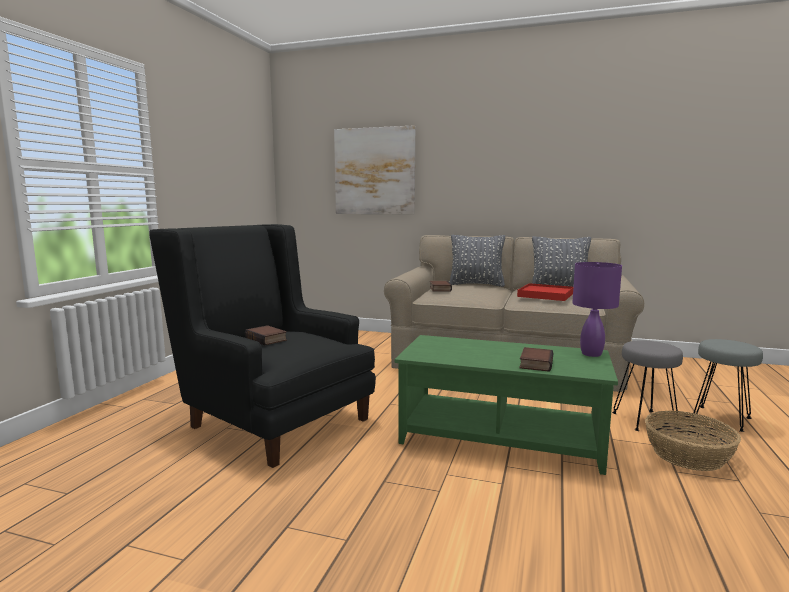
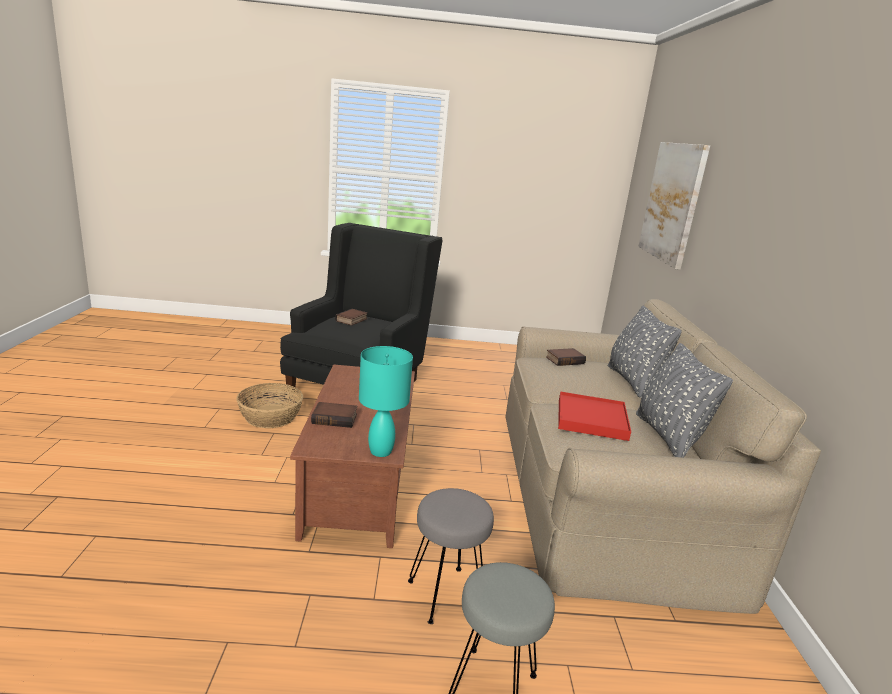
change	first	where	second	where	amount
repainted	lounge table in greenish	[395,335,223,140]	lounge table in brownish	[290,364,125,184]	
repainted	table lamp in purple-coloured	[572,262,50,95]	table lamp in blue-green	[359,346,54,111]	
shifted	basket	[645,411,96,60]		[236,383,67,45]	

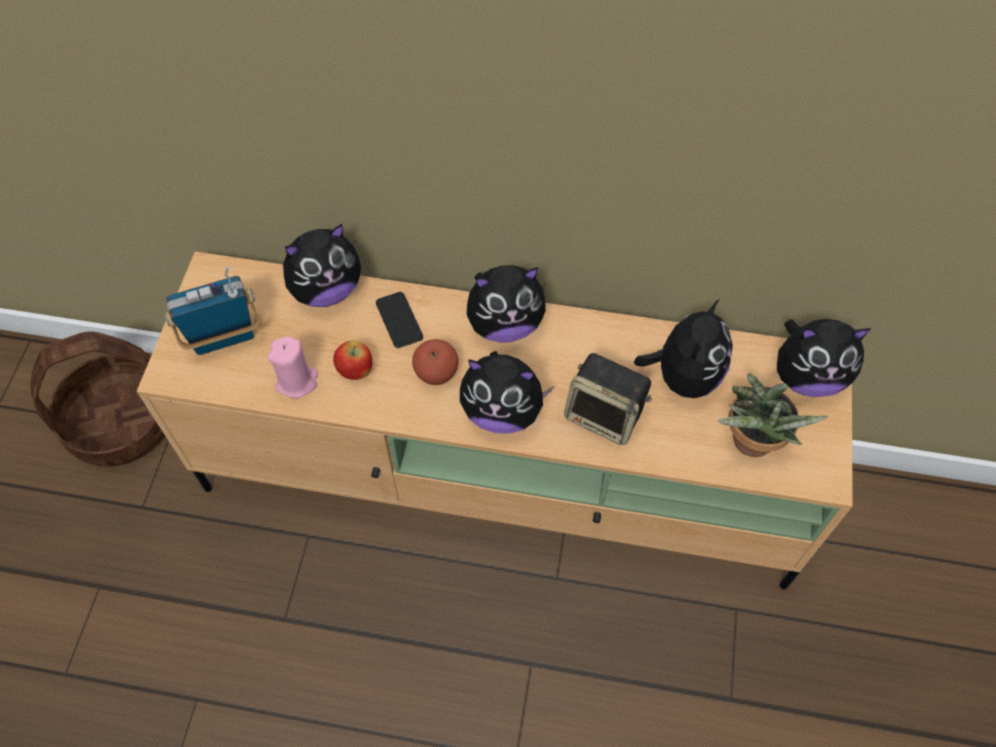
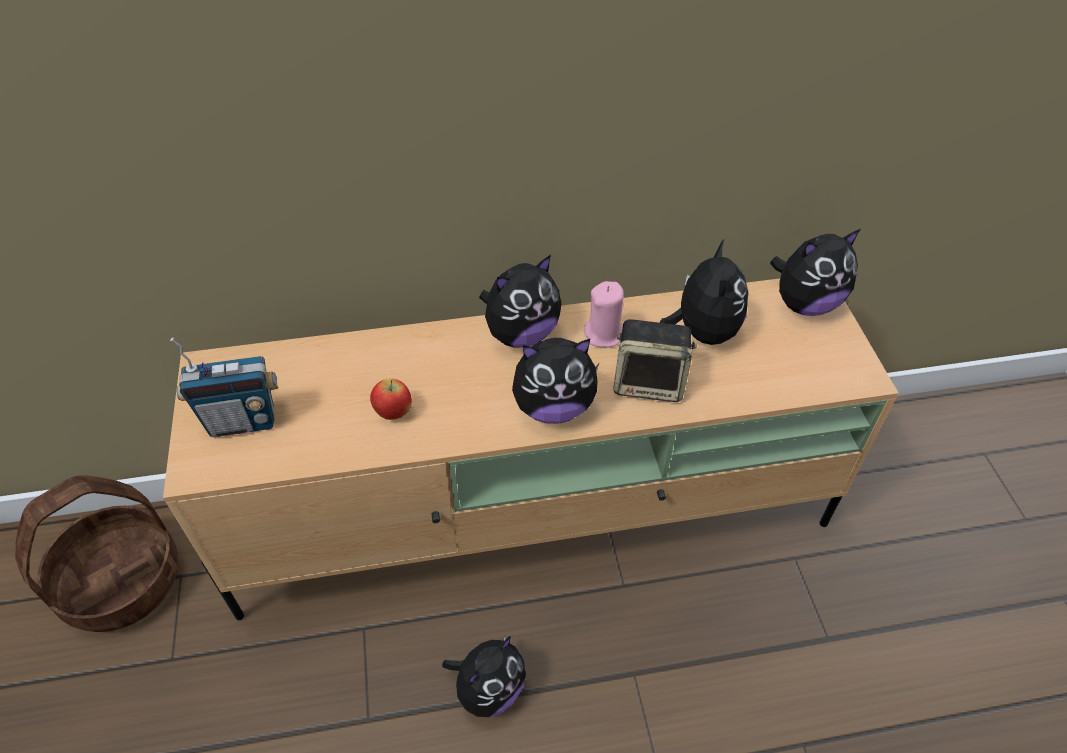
change	first	where	second	where	amount
rotated	radio	[164,266,95,89]		[170,338,108,99]	150 degrees counterclockwise
shifted	wax light in pink-coloured	[268,336,50,62]		[584,281,40,66]	
shifted	soft toy	[283,224,78,83]		[442,636,84,81]	
gone	telephone	[376,292,47,56]			
gone	apple	[412,339,46,46]			
gone	houseplant	[717,373,111,84]			

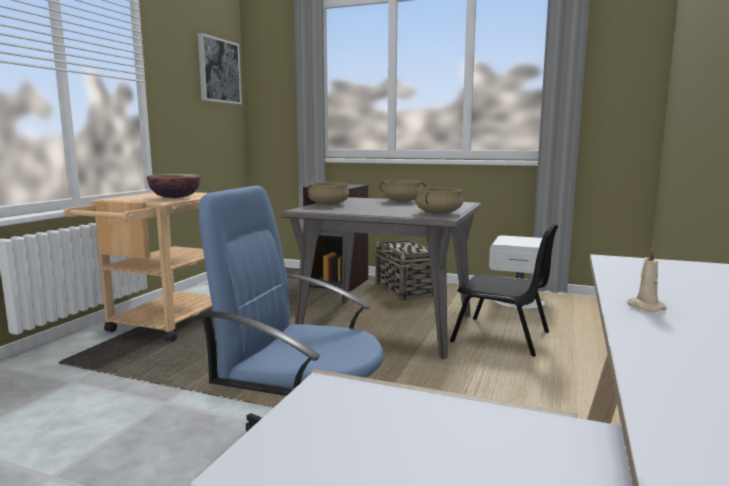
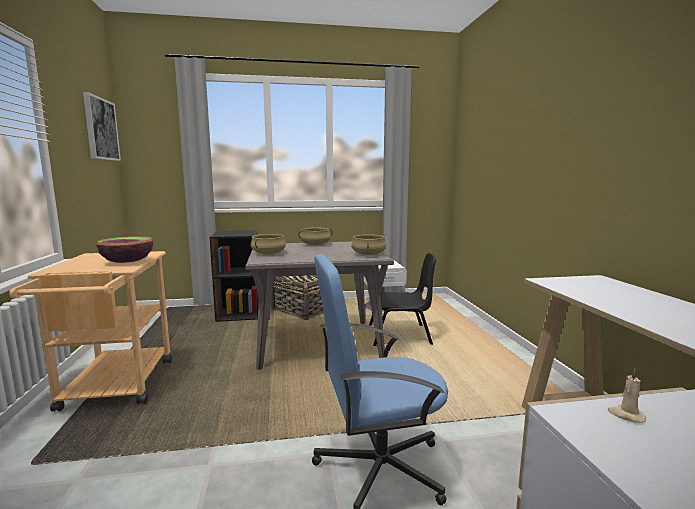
change	first	where	second	where	amount
shifted	wax light in sand-coloured	[627,246,40,66]		[607,368,39,55]	

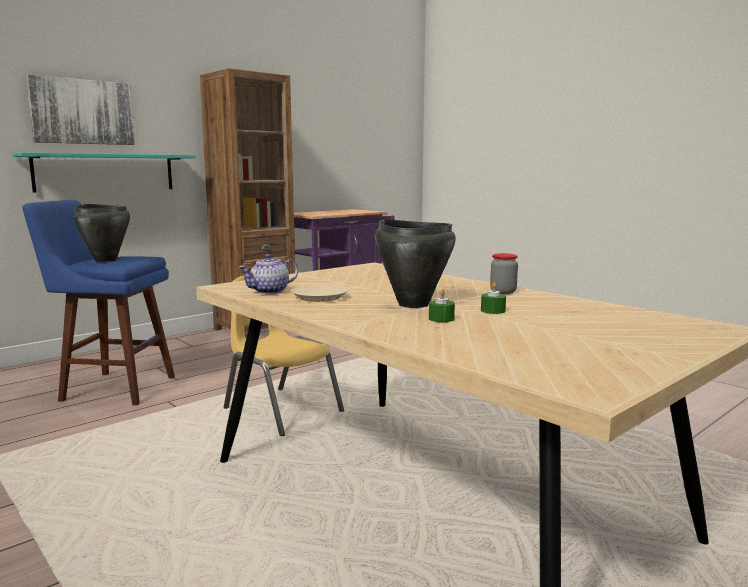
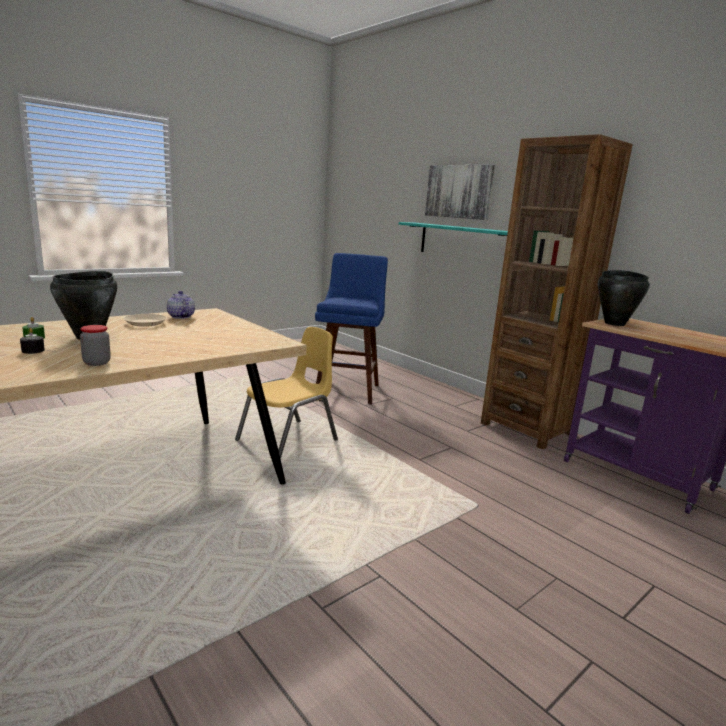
change	first	where	second	where	amount
shifted	stockpot in black	[73,204,57,58]		[598,270,52,56]	
repainted	wax light in greenish	[481,282,25,32]	wax light in black	[20,328,25,26]	

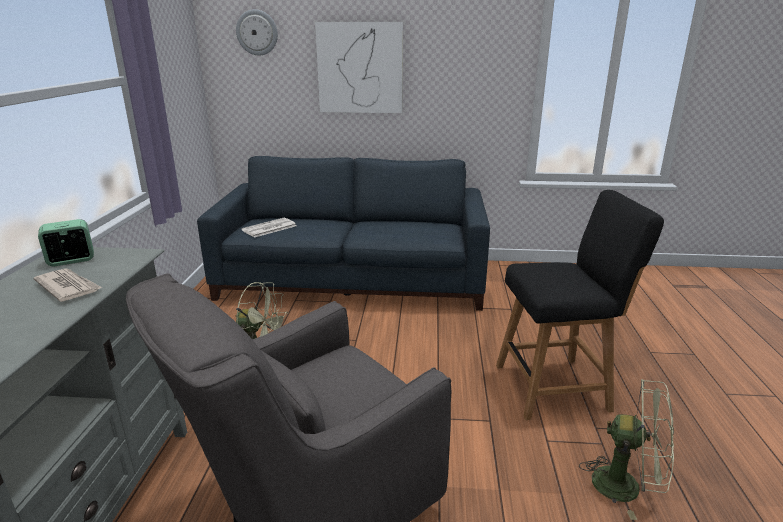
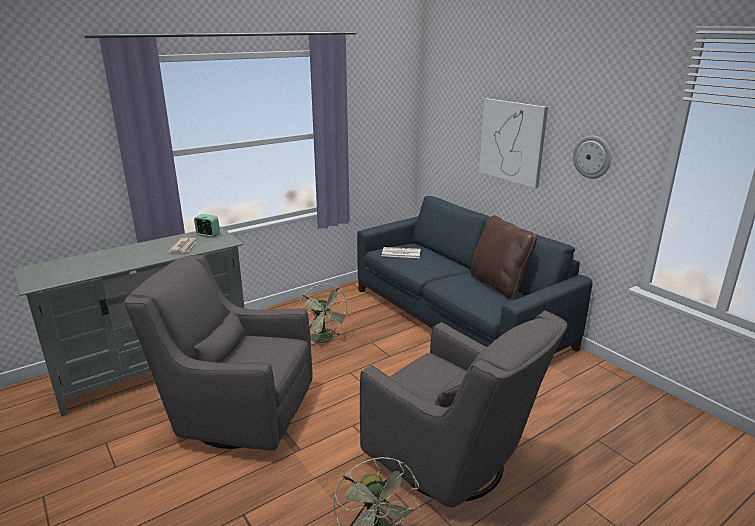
change	first	where	second	where	amount
shifted	wall clock	[236,9,42,47]		[573,135,38,44]	
swapped	stool in black	[496,190,168,230]	armchair in grey	[360,311,207,197]	
new			pillow in brownish	[471,215,66,84]	

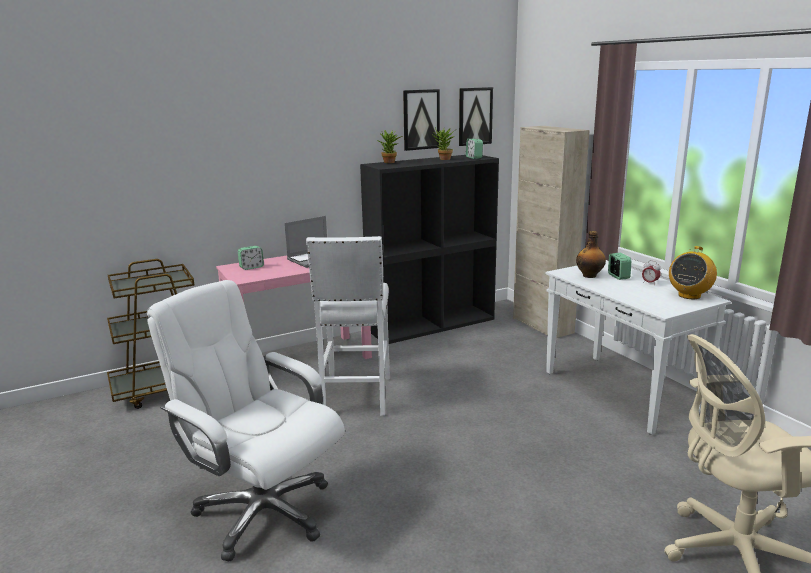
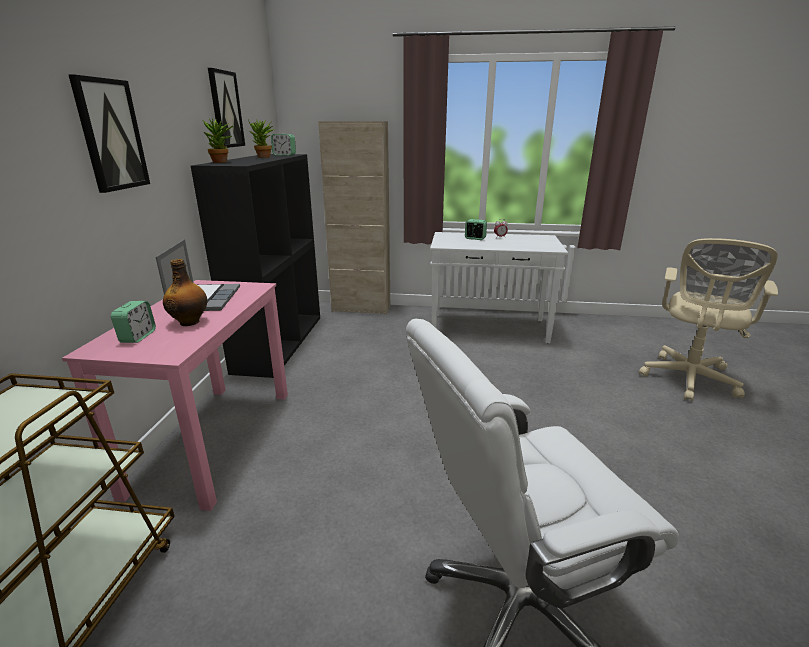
change	first	where	second	where	amount
gone	stool in whitish	[306,236,84,179]			
shifted	wall art	[459,87,34,59]		[69,75,81,118]	
shifted	beverage bottle	[576,231,30,47]		[163,259,44,67]	
gone	radio	[669,246,48,53]			

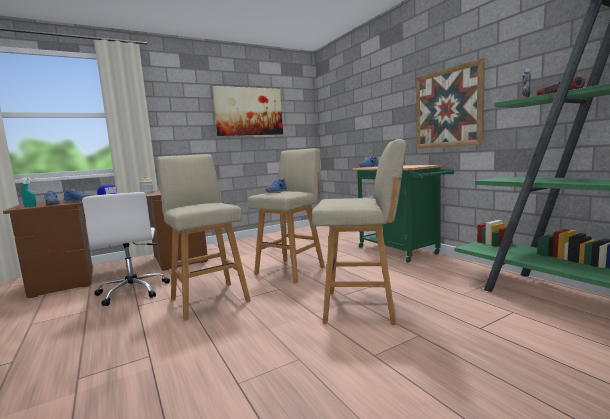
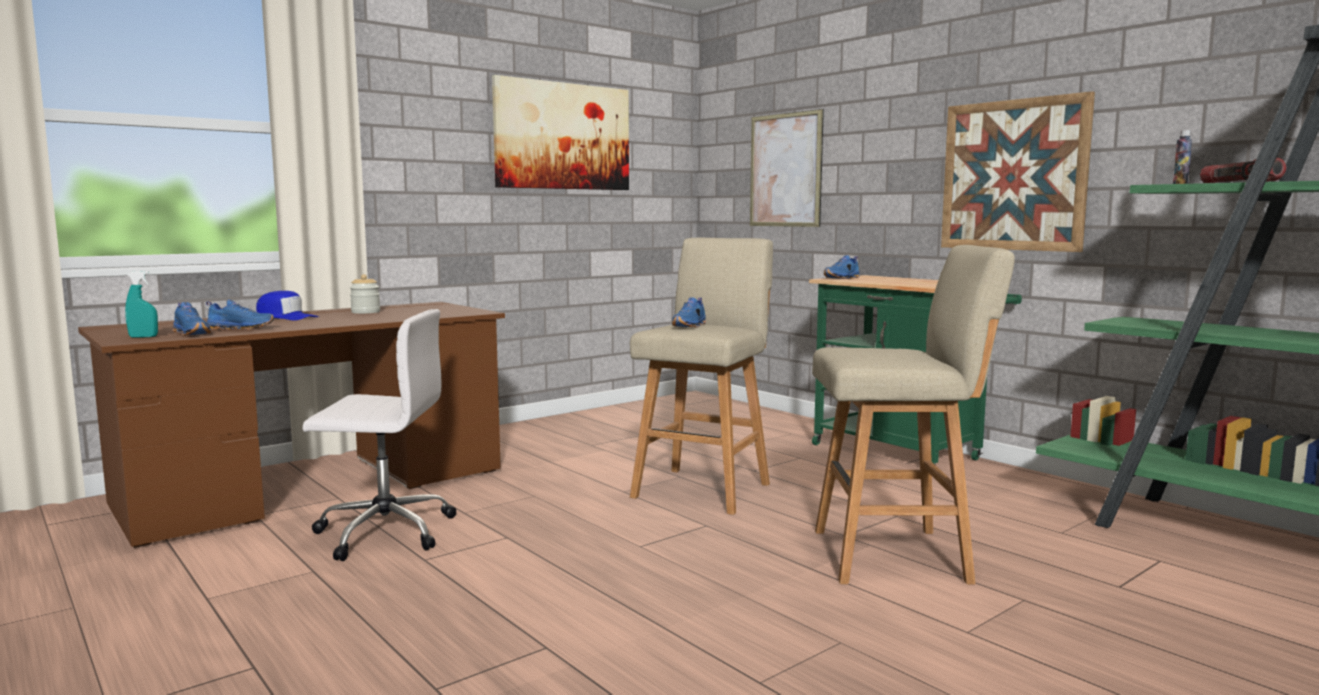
change	first	where	second	where	amount
rotated	office chair in whitish	[82,192,88,114]		[302,309,155,252]	60 degrees counterclockwise
gone	stool in sand-coloured	[156,154,95,167]			
new			wall art	[750,109,74,118]	

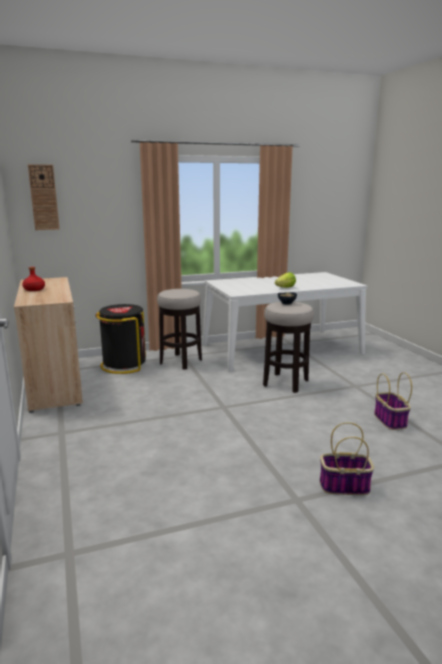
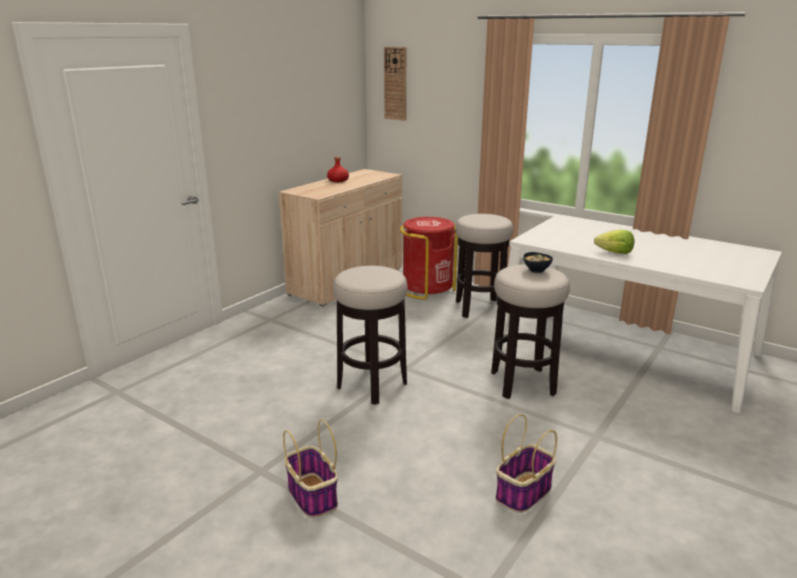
change	first	where	second	where	amount
repainted	waste bin in black	[95,304,51,70]	waste bin in reddish	[400,217,58,83]	
new			stool	[333,266,75,138]	

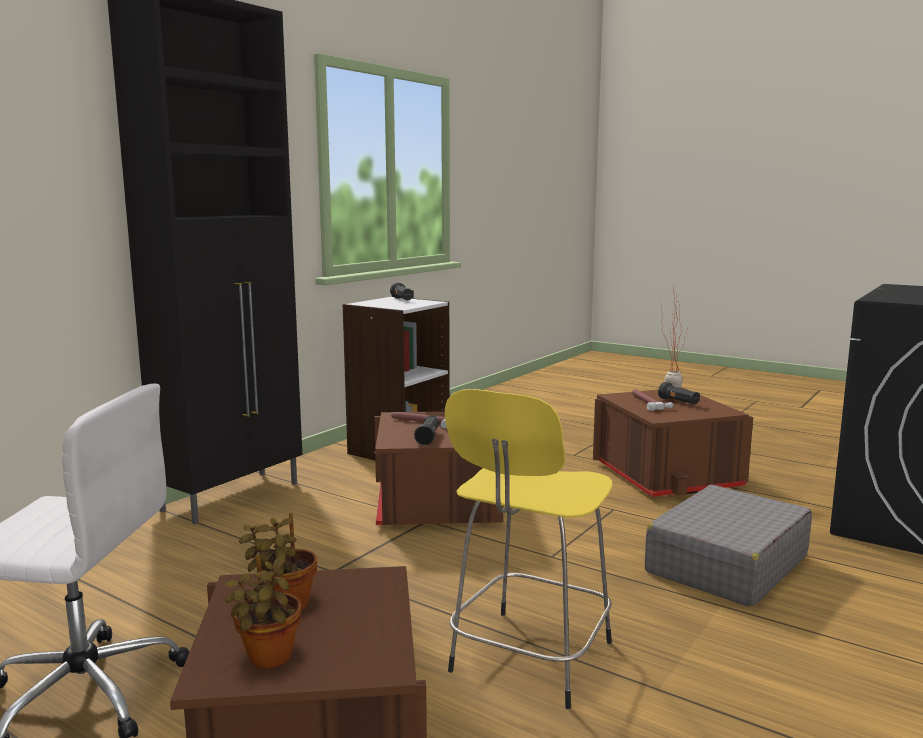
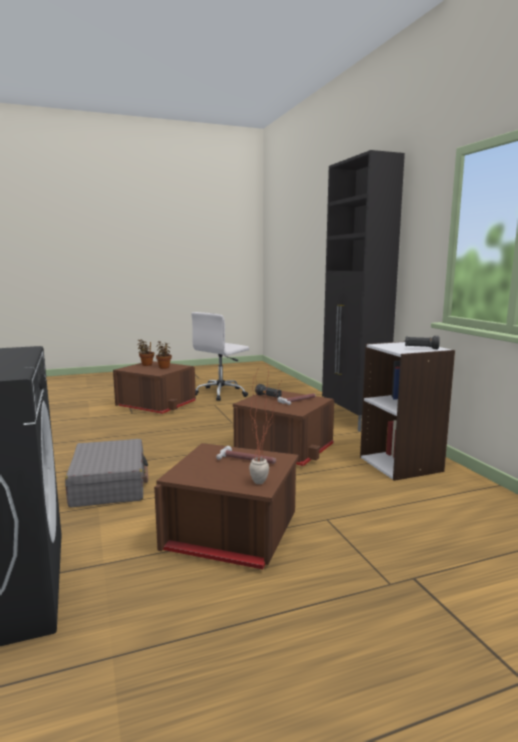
change	first	where	second	where	amount
gone	stool in yellowish	[445,389,168,320]			
gone	hand torch in black	[658,382,42,23]			

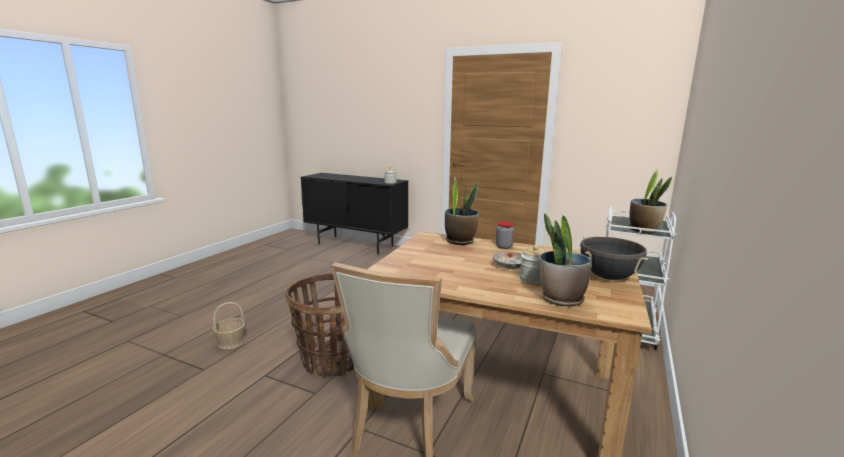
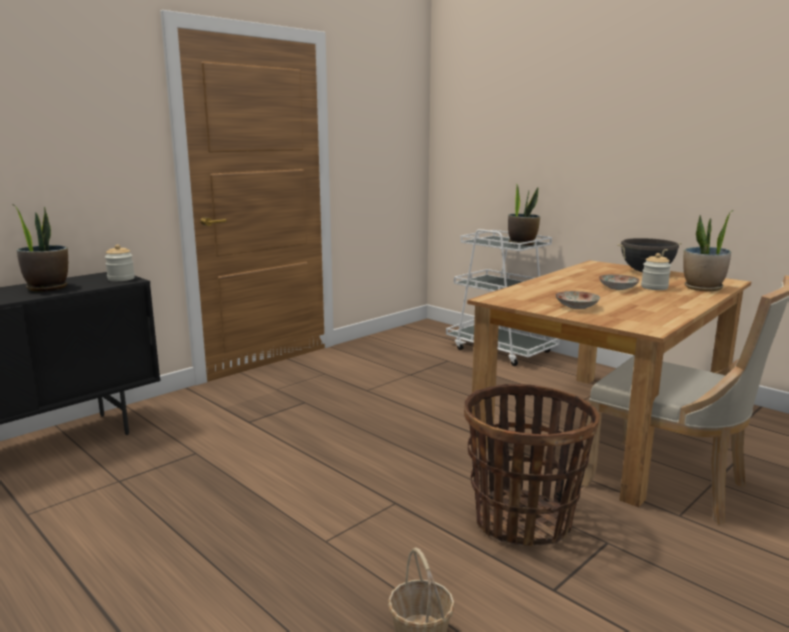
change	first	where	second	where	amount
shifted	houseplant	[445,176,34,69]		[13,204,55,88]	
gone	storage jar	[496,221,18,28]			
new			plate	[556,291,44,18]	

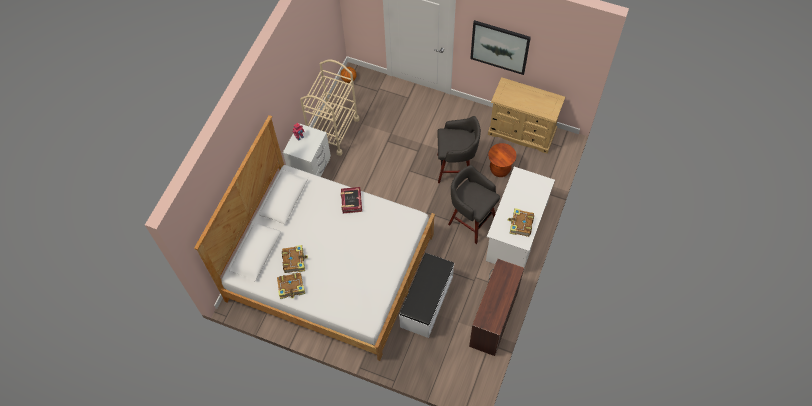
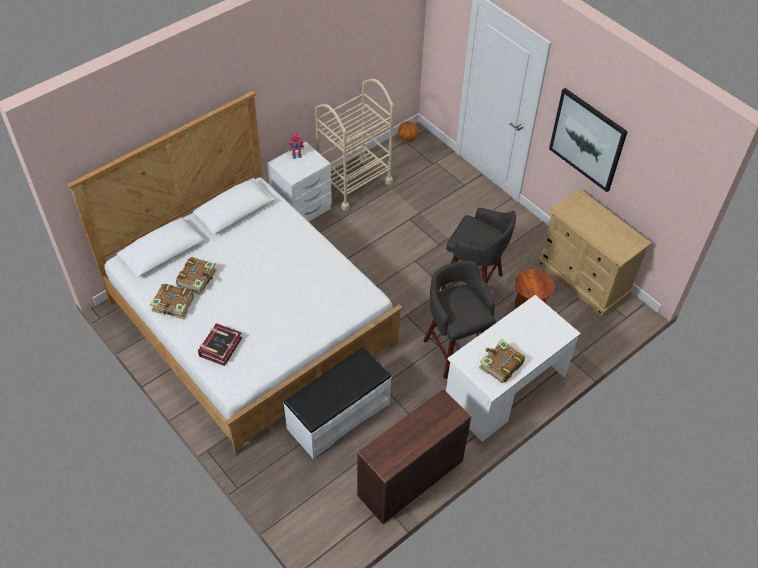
change	first	where	second	where	amount
shifted	book	[341,187,21,26]		[198,323,44,43]	

